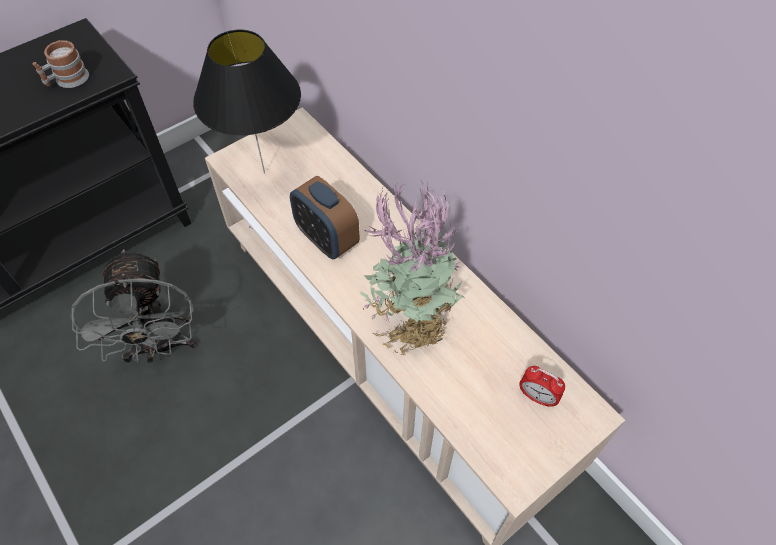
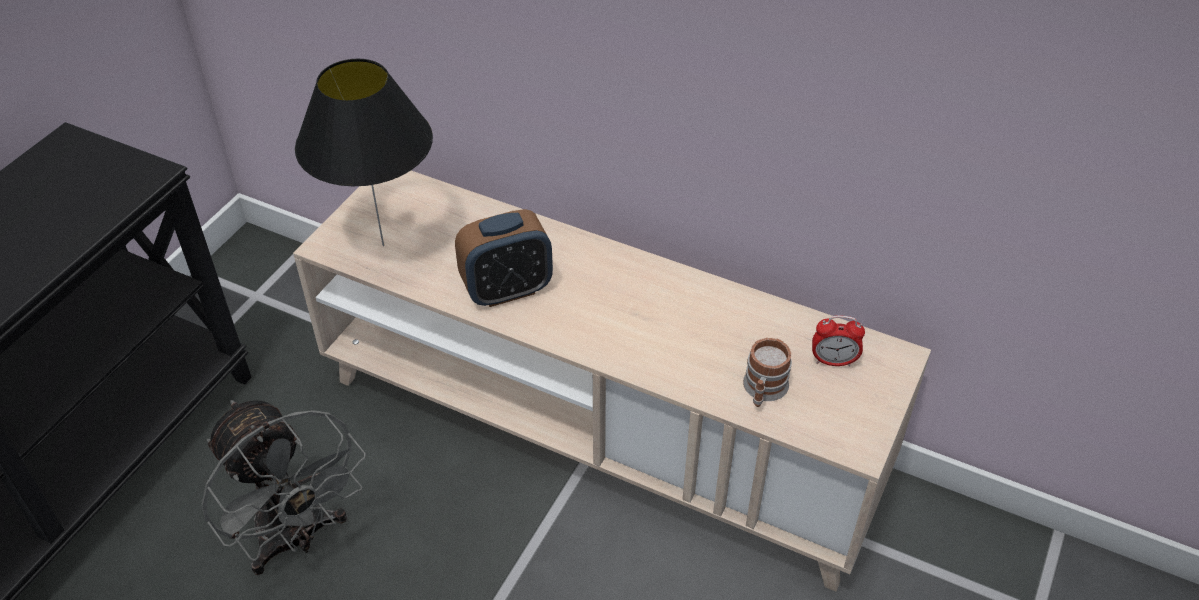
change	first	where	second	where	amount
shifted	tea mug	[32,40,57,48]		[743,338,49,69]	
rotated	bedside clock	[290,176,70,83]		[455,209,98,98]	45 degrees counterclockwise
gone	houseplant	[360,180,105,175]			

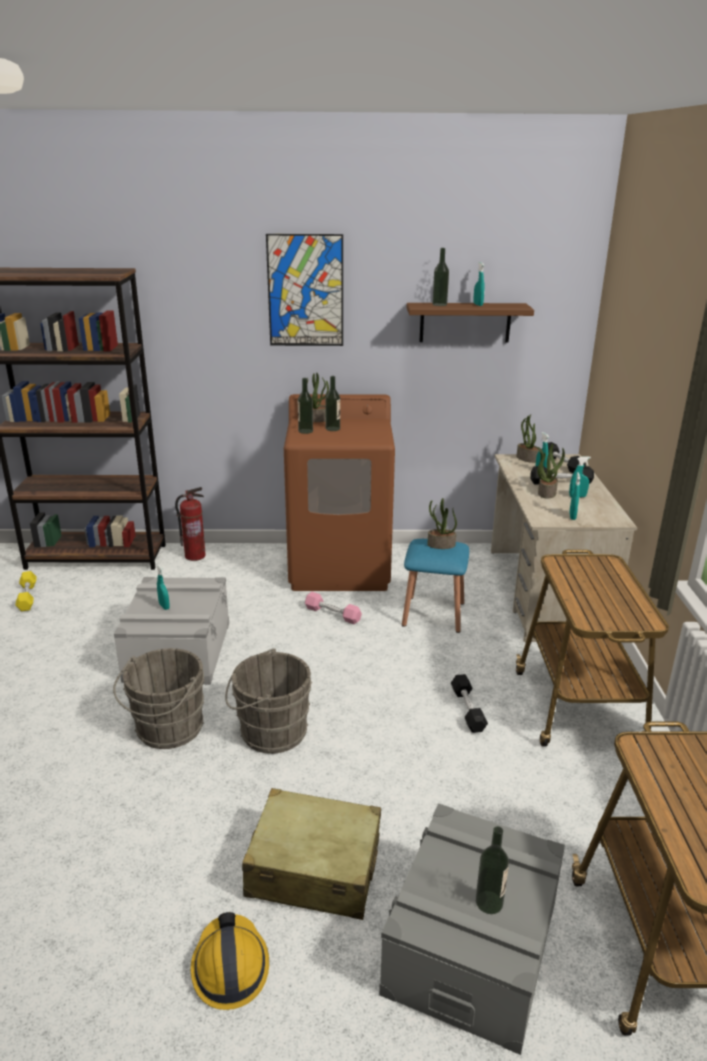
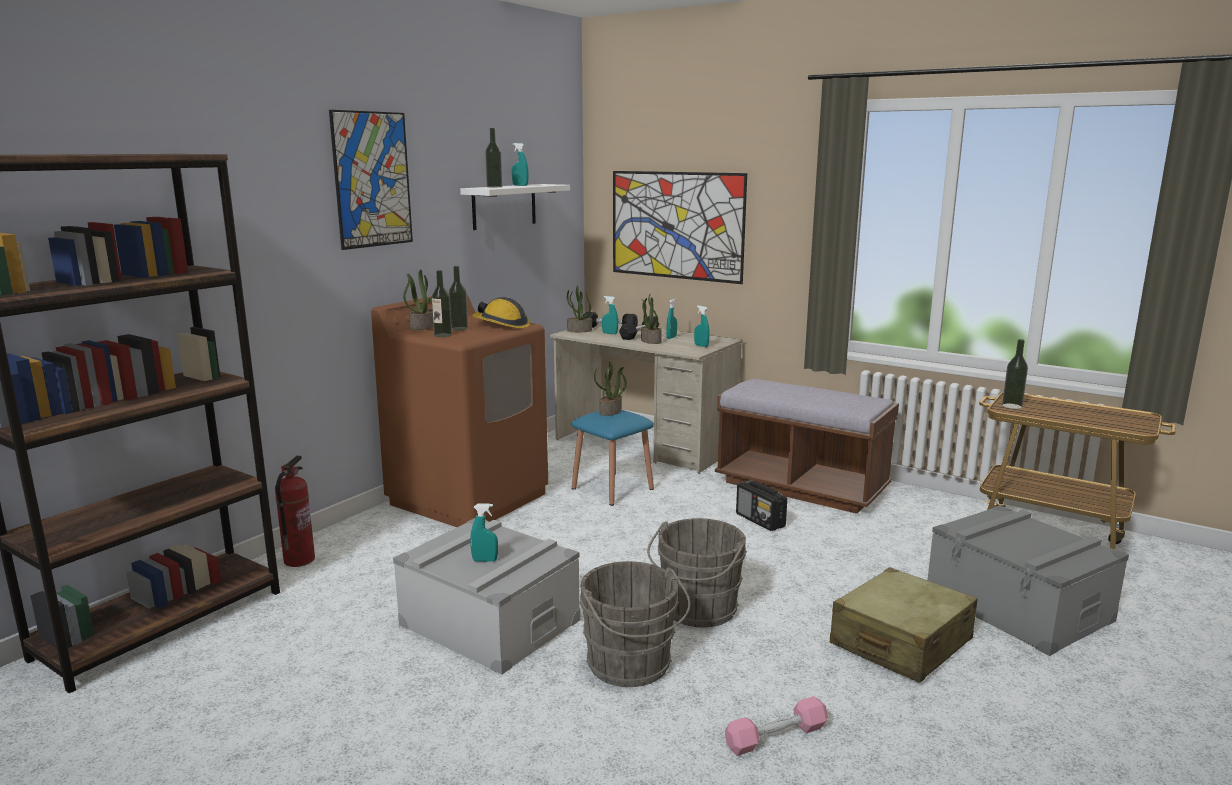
change	first	where	second	where	amount
gone	free weight in yellowish	[15,571,22,40]			
shifted	hard hat	[191,912,78,98]		[472,297,58,31]	
shifted	free weight in pink-coloured	[305,592,57,32]		[725,696,103,60]	
repainted	bracket shelf in brownish	[406,303,128,40]	bracket shelf in whitish	[460,184,110,46]	
swapped	free weight in black	[451,674,37,59]	radio	[736,480,51,51]	
shifted	beverage bottle	[476,826,33,88]		[1002,339,26,70]	
swapped	wheeled cart	[516,550,153,196]	long seat in brownish	[715,379,184,135]	
new			wall art	[613,171,134,113]	

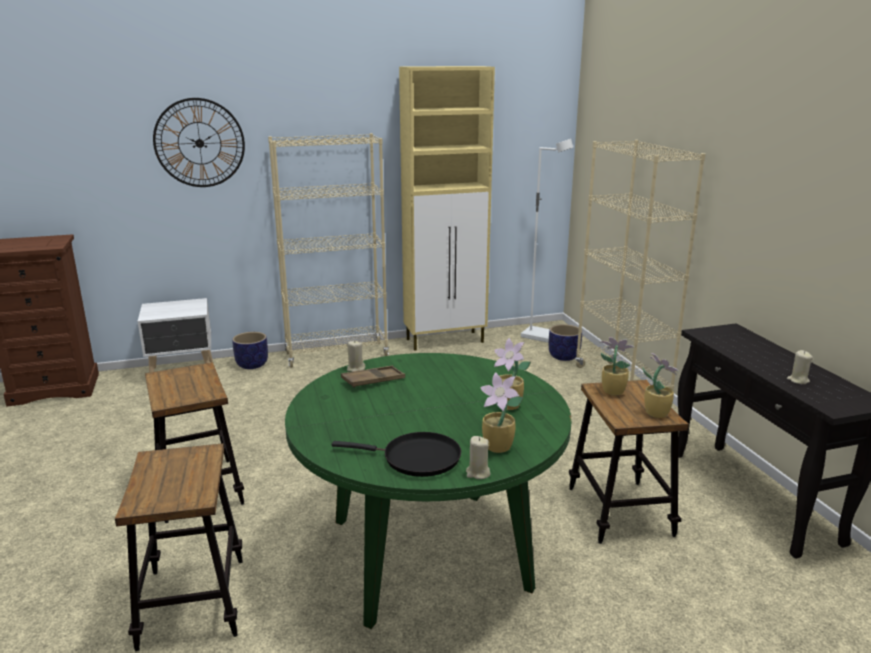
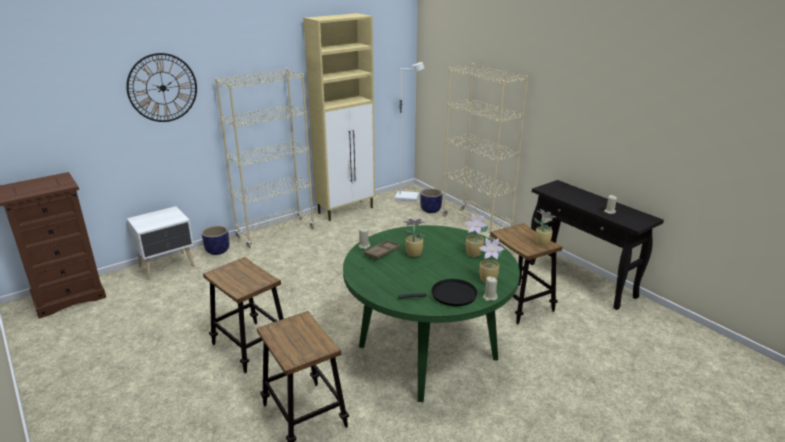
change	first	where	second	where	amount
shifted	houseplant	[601,337,34,58]		[403,218,23,39]	

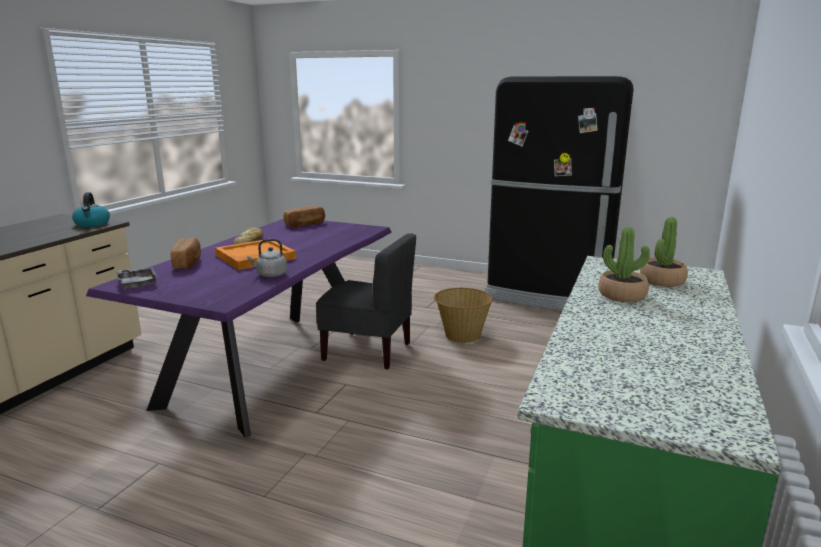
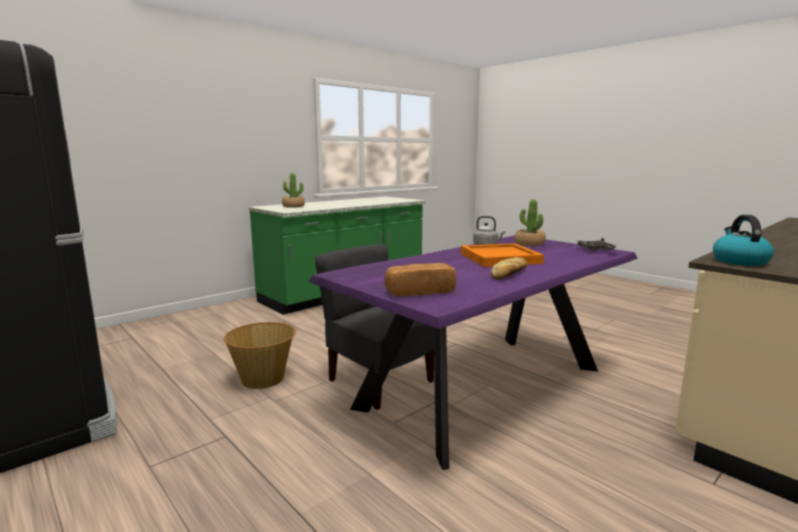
change	first	where	second	where	amount
gone	bakery bread	[171,238,30,31]			
shifted	houseplant	[599,227,51,75]		[515,199,31,47]	

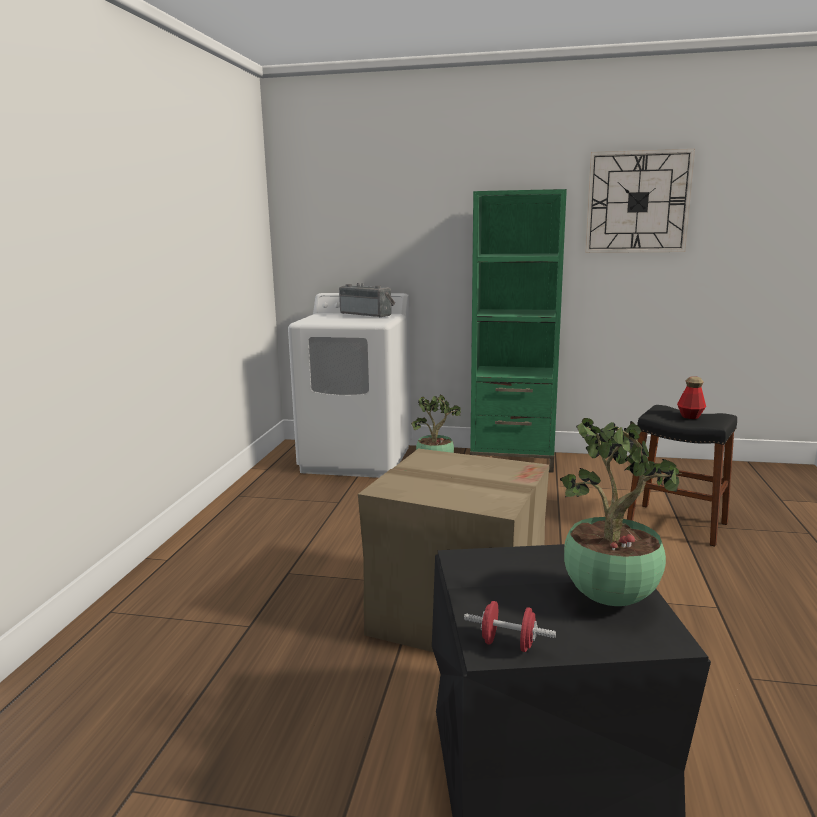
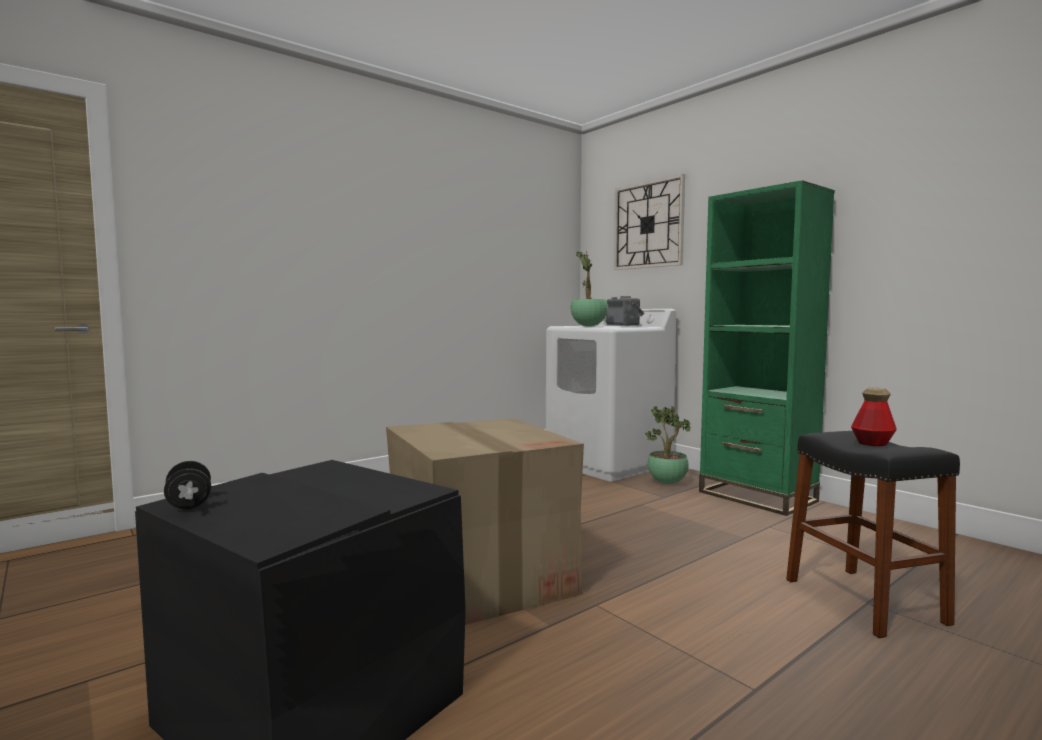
change	first	where	second	where	amount
repainted	free weight in reddish	[464,601,92,51]	free weight in black	[164,461,47,48]	
shifted	houseplant	[560,418,122,188]		[571,251,37,76]	
shifted	wall clock	[585,149,110,104]		[614,174,71,96]	

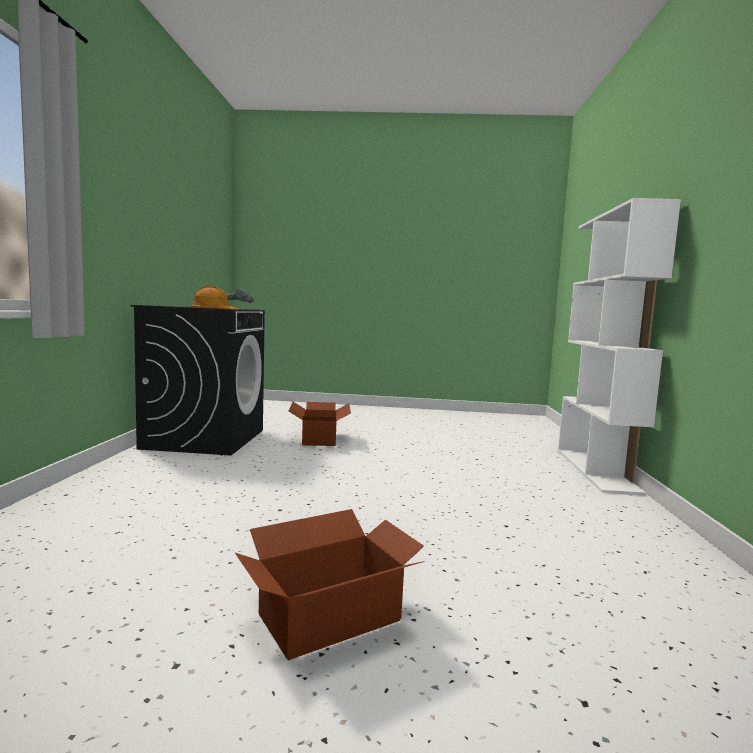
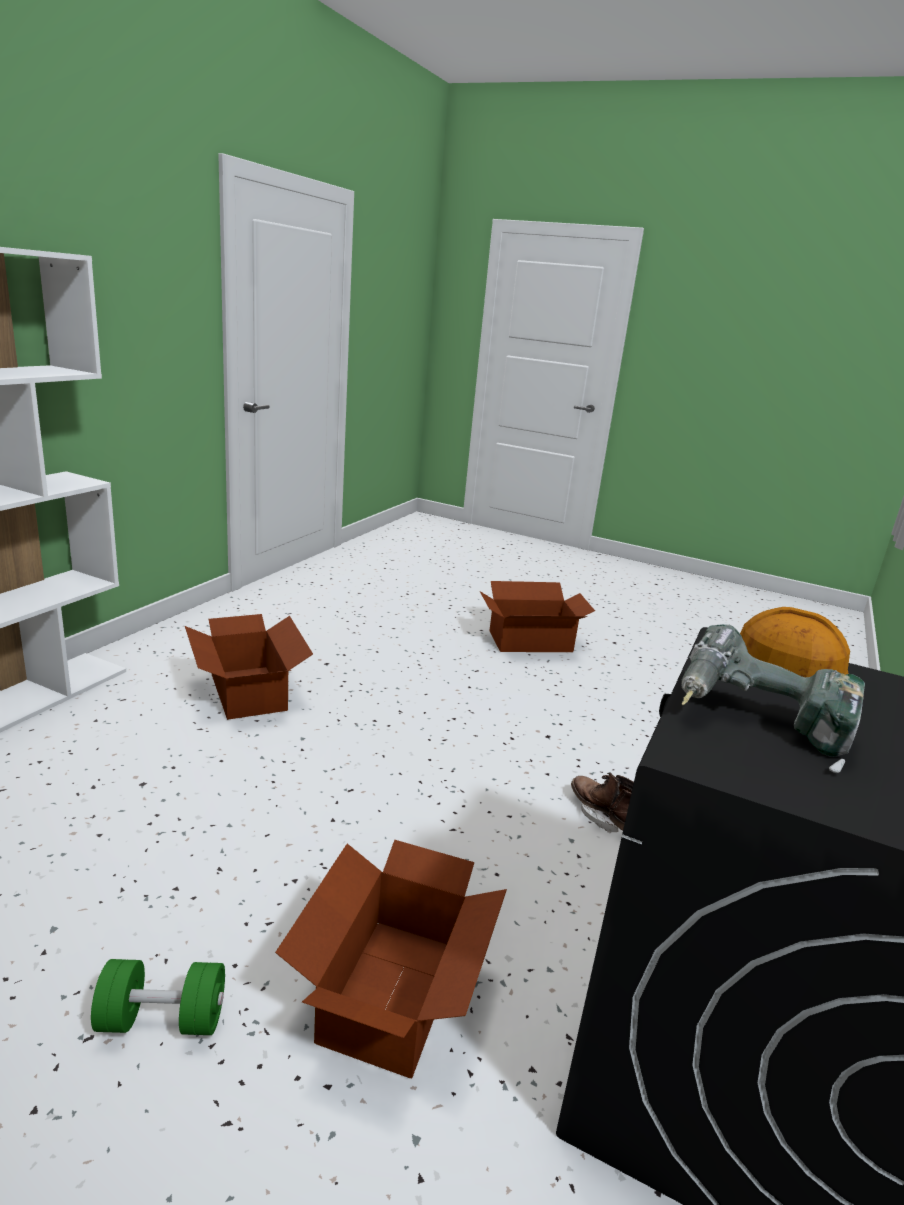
change	first	where	second	where	amount
new			free weight in greenish	[91,959,134,76]	
new			carton	[185,614,128,106]	
new			boot in brownish	[571,773,63,60]	

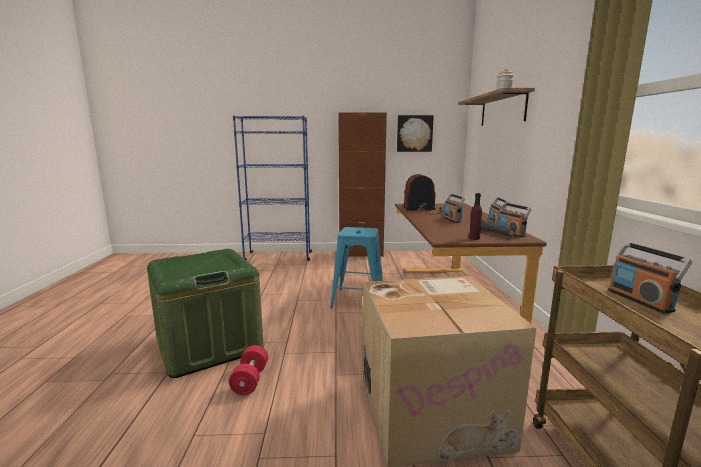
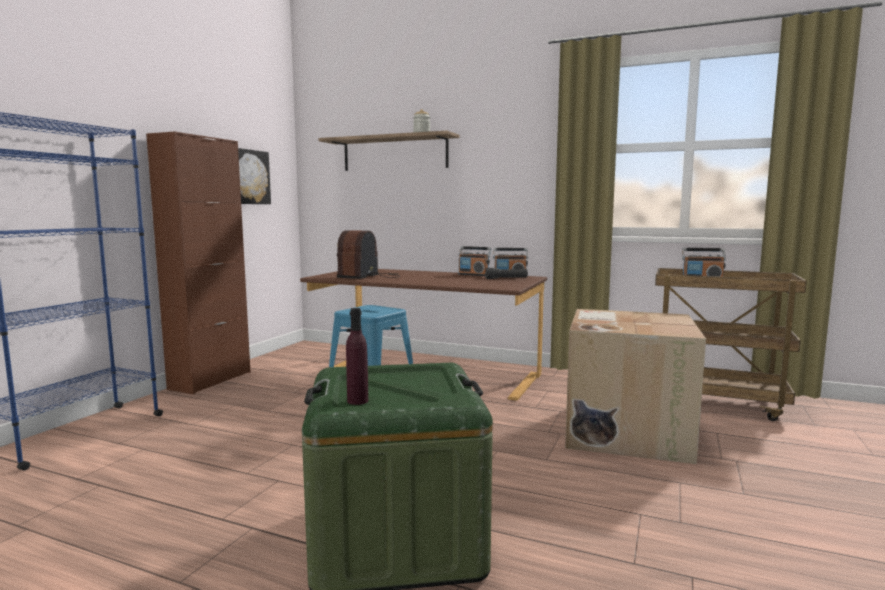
change	first	where	second	where	amount
gone	free weight in reddish	[229,345,39,50]			
gone	radio	[443,194,22,29]			
shifted	beverage bottle in purple-coloured	[469,193,13,47]		[346,308,22,97]	

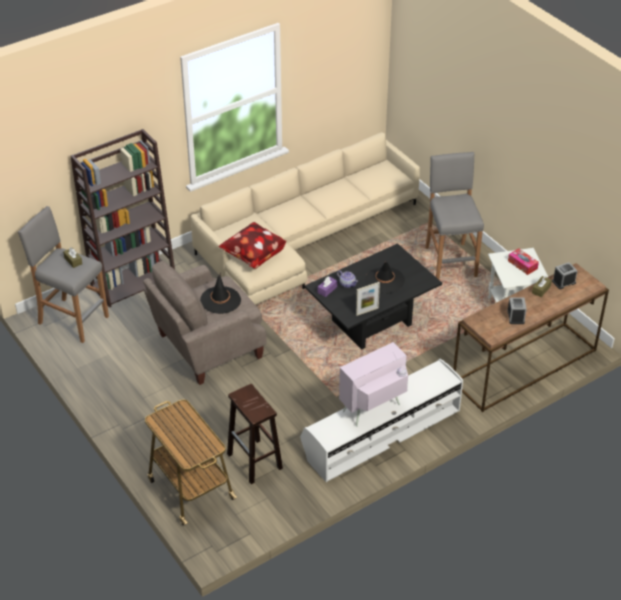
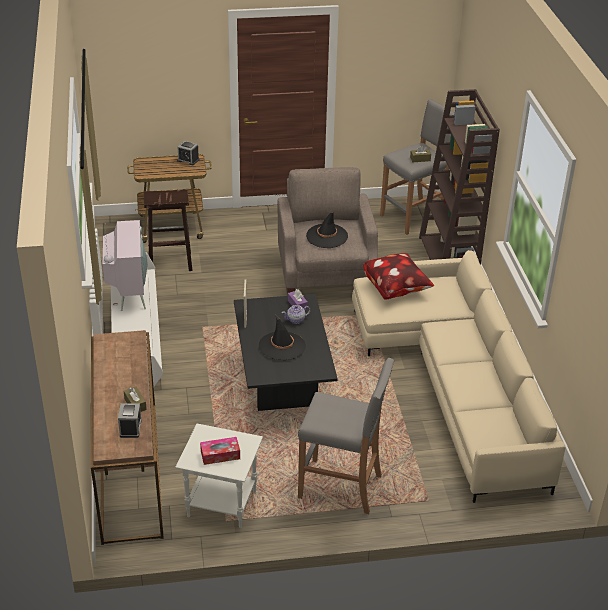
change	first	where	second	where	amount
shifted	bedside clock	[507,298,20,26]		[177,141,23,24]	

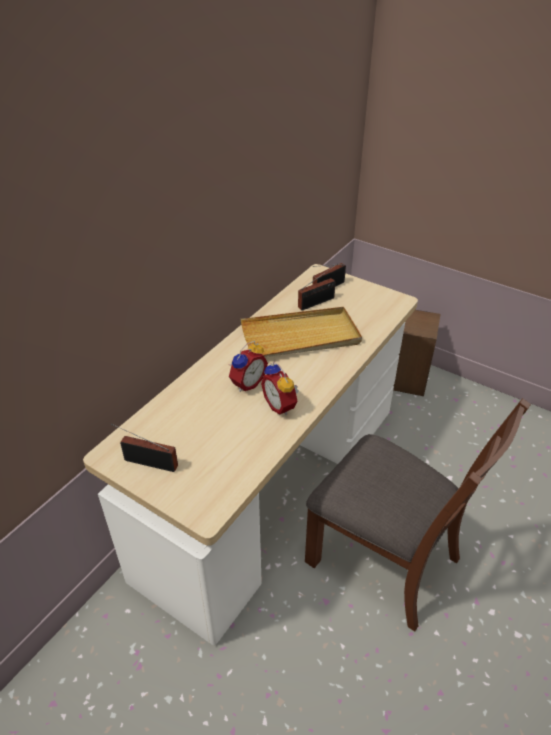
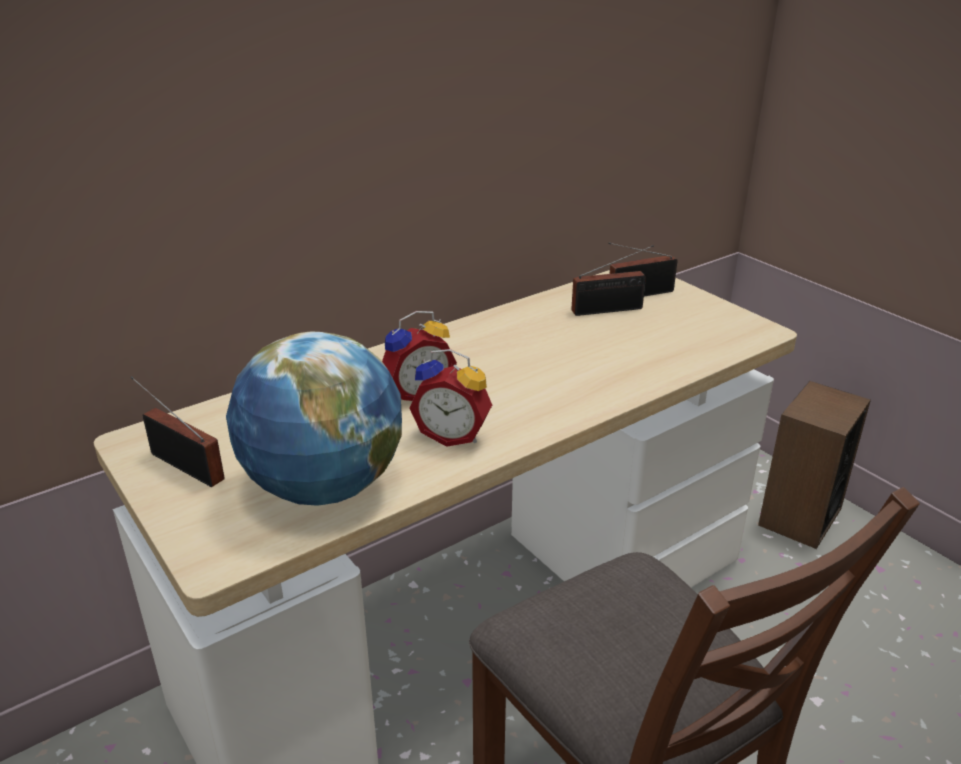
change	first	where	second	where	amount
gone	serving tray in sand-coloured	[241,307,121,50]			
rotated	bedside clock	[261,362,38,54]		[410,349,82,98]	60 degrees counterclockwise
new			world globe	[226,331,176,175]	

